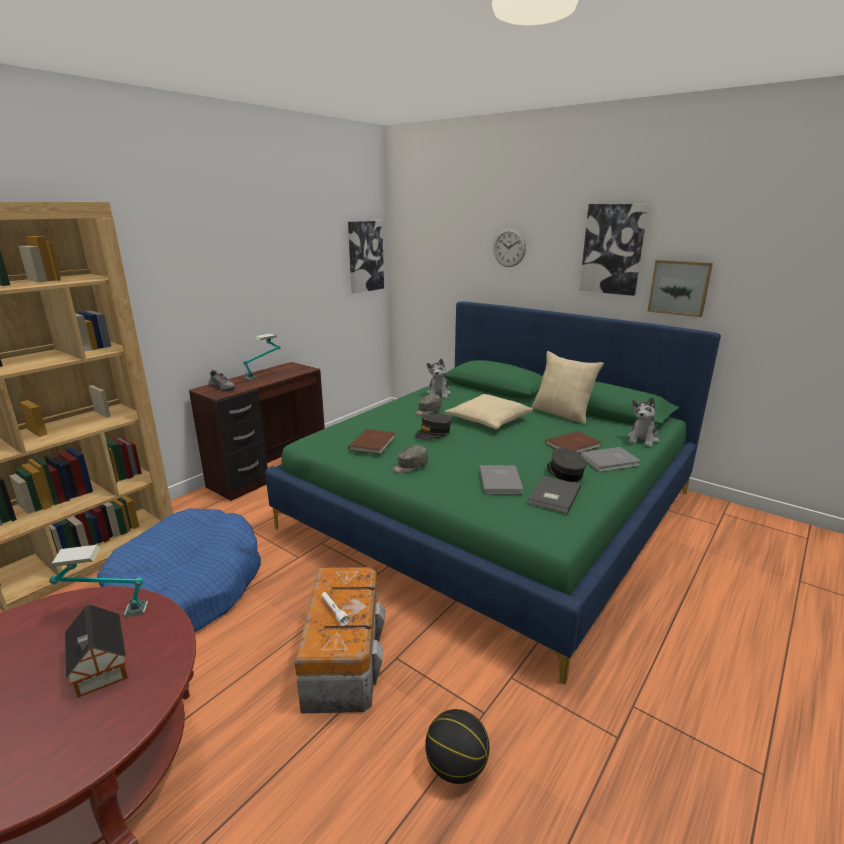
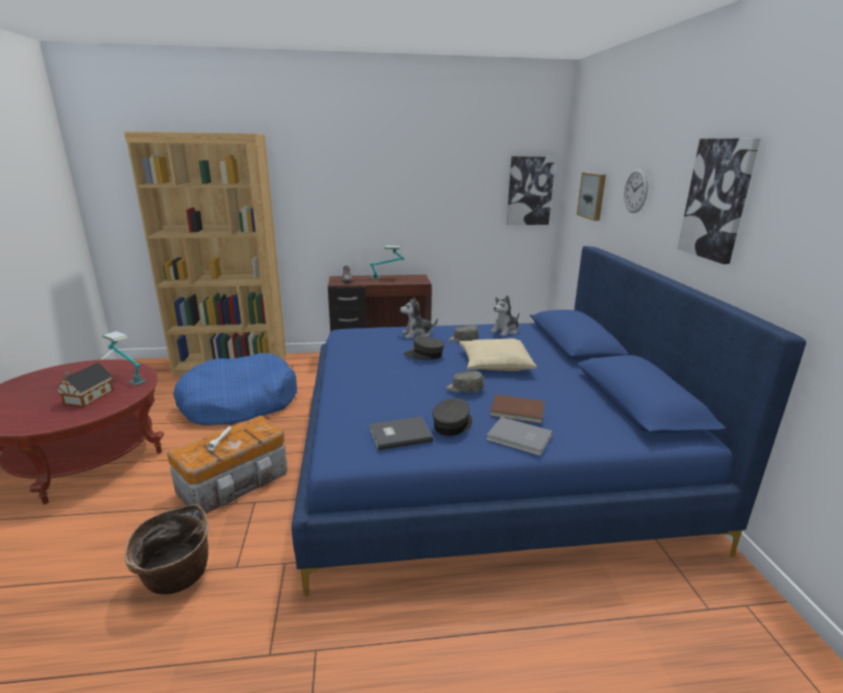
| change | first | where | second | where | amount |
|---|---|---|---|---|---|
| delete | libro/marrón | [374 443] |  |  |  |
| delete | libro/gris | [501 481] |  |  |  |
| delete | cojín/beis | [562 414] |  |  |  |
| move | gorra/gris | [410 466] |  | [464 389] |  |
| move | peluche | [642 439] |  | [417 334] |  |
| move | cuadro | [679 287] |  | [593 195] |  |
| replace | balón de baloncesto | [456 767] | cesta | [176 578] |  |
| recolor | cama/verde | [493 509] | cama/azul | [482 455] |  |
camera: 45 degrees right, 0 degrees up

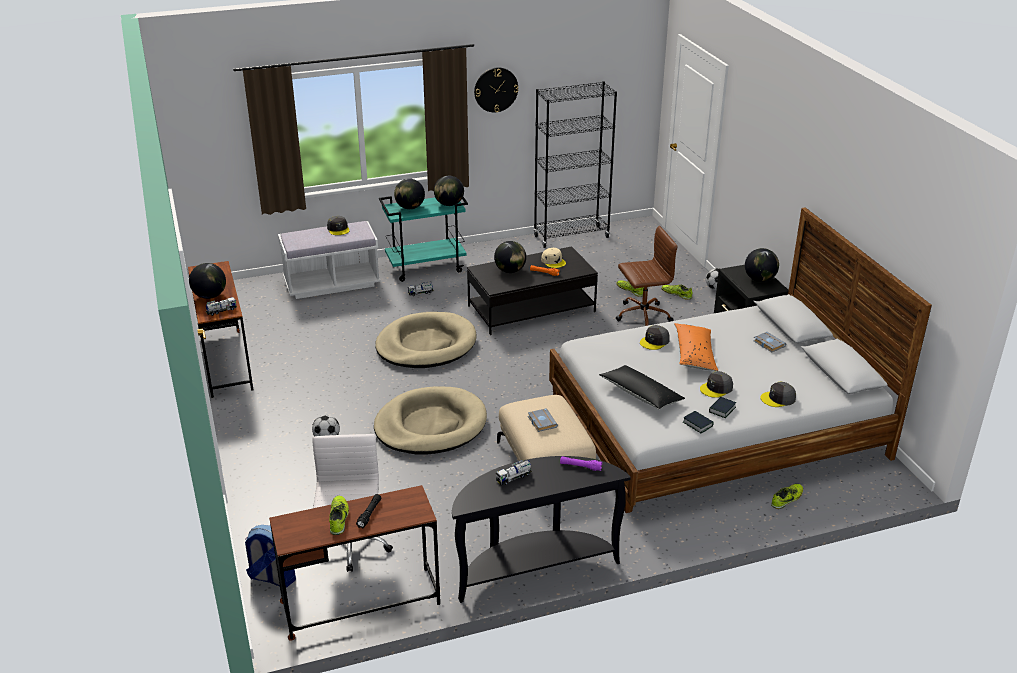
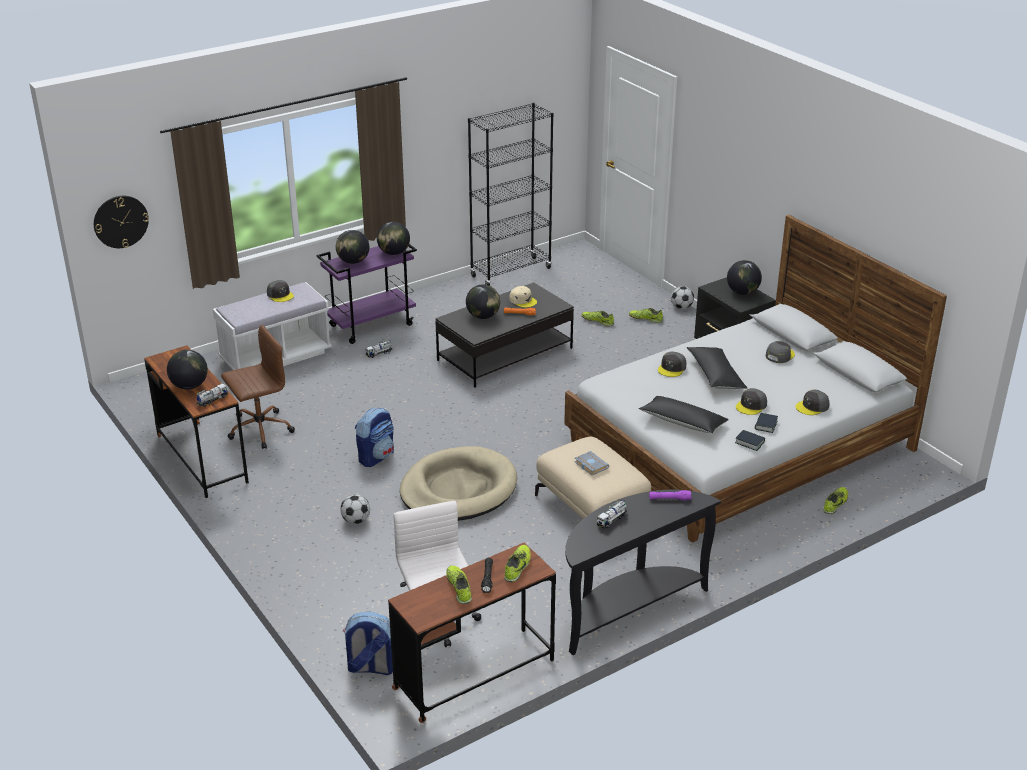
| change | first | where | second | where | amount |
|---|---|---|---|---|---|
| delete | cama para perro/beis | [426 345] |  |  |  |
| insert |  |  | mochila | [376 457] |  |
| insert |  |  | zapato | [518 567] |  |
| move | reloj de pared | [496 89] |  | [120 221] |  |
| move | silla de oficina/marrón | [642 316] |  | [259 429] |  |
| replace | libro/gris | [768 344] | gorra/gris | [779 355] |  |
| recolor | carrito/turquesa | [426 267] | carrito/morado | [371 325] |  |
| recolor | cojín/naranja | [694 354] | cojín/negro | [715 375] |  |
camera: 15 degrees left, 0 degrees up

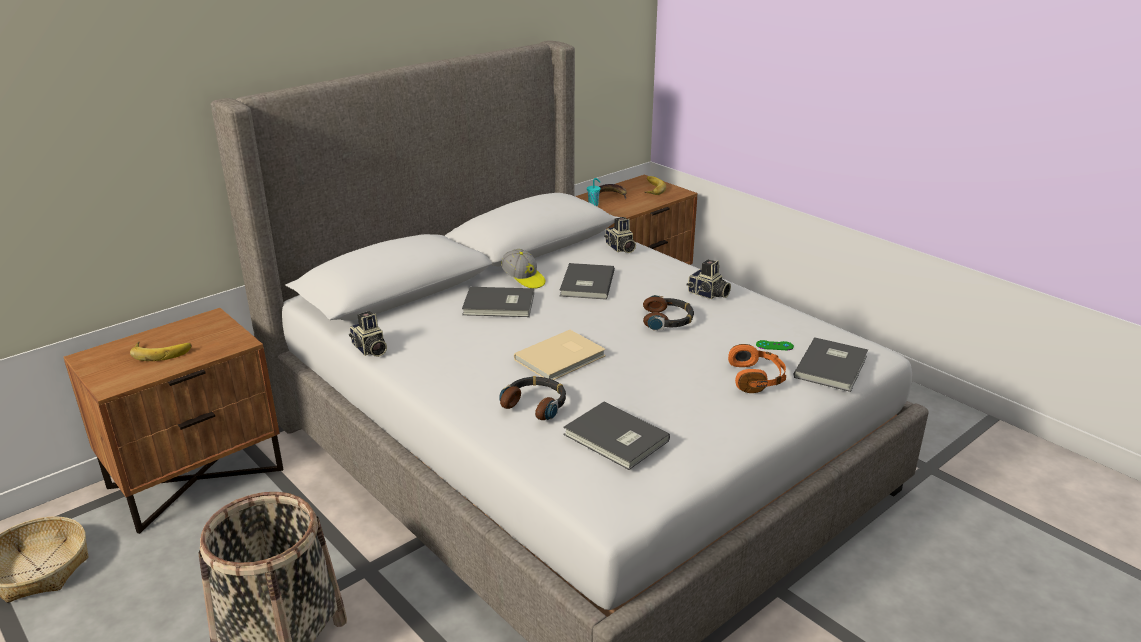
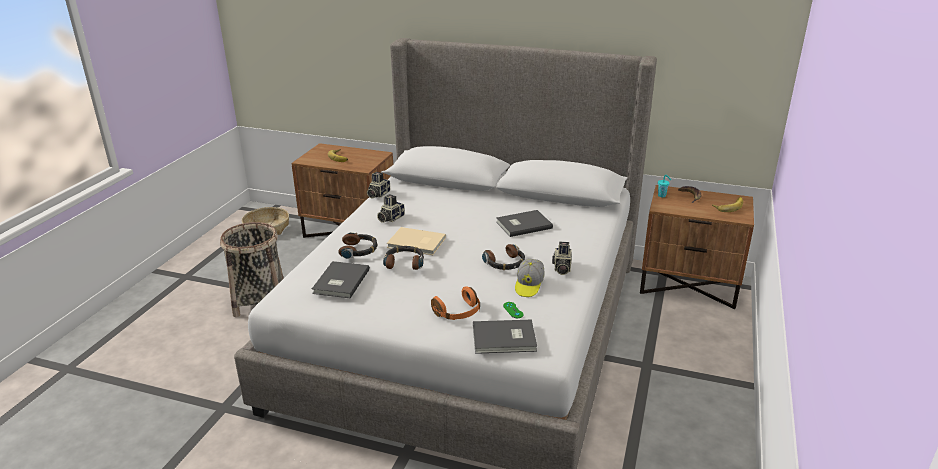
| change | first | where | second | where | amount |
|---|---|---|---|---|---|
| delete | libro/gris | [499 305] |  |  |  |
| insert |  |  | auriculares | [404 262] |  |
| move | gorra | [523 279] |  | [529 285] |  |
| move | cámara | [620 248] |  | [390 218] |  |
camera: 60 degrees right, 0 degrees up

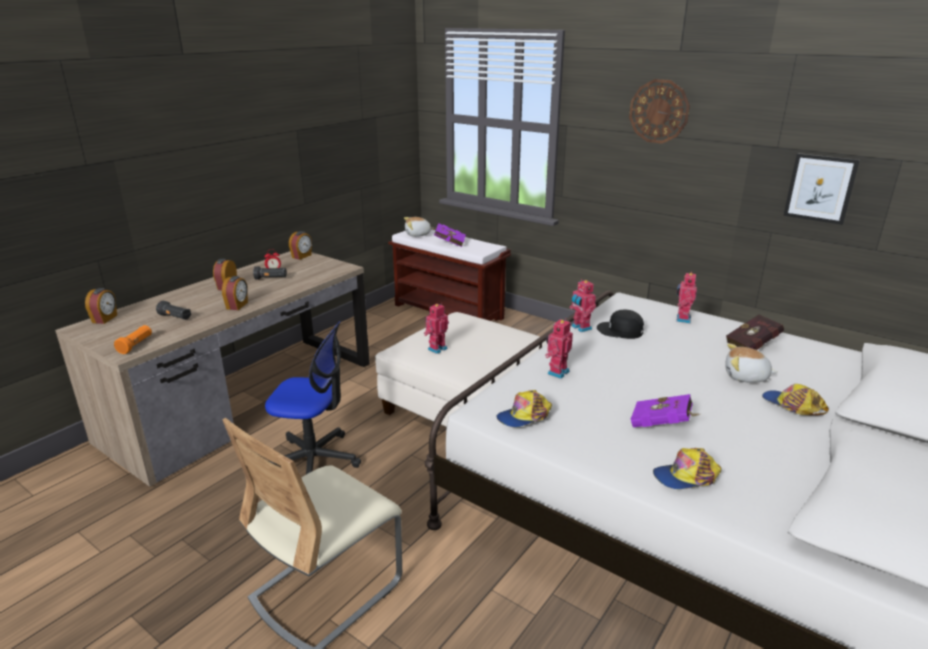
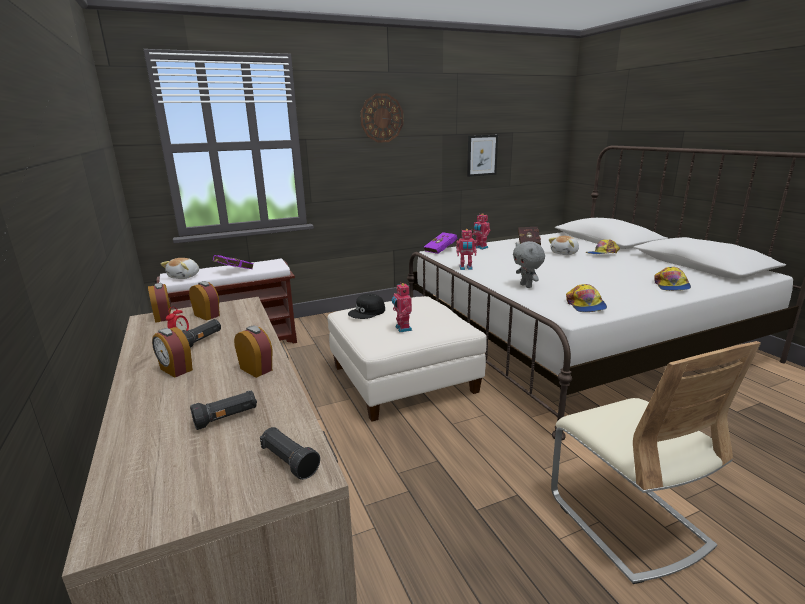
| change | first | where | second | where | amount |
|---|---|---|---|---|---|
| delete | silla de oficina | [314 461] |  |  |  |
| move | despertador | [105 319] |  | [207 315] |  |
| move | gorra/negro | [620 330] |  | [367 312] |  |
| move | libro/morado | [662 425] |  | [442 250] |  |
| replace | robot de juguete | [557 372] | peluche/gris | [526 286] |  |
| recolor | linterna/naranja | [136 345] | linterna/negro | [289 462] |  |
camera: 60 degrees left, 5 degrees down

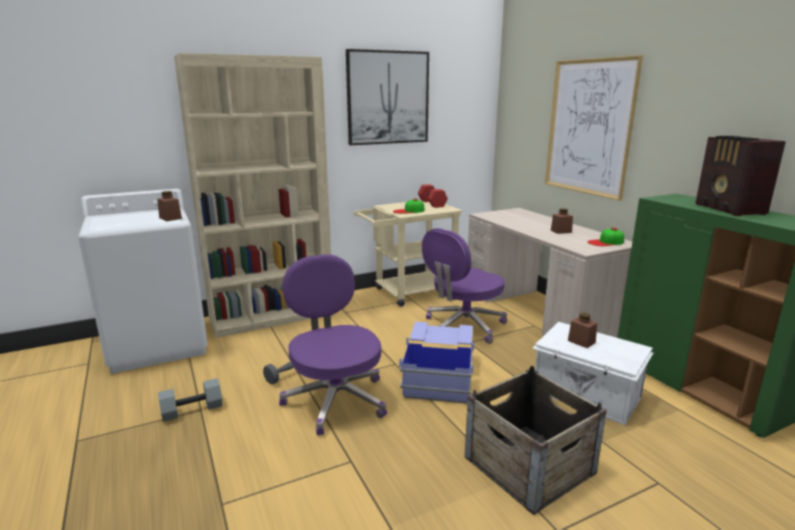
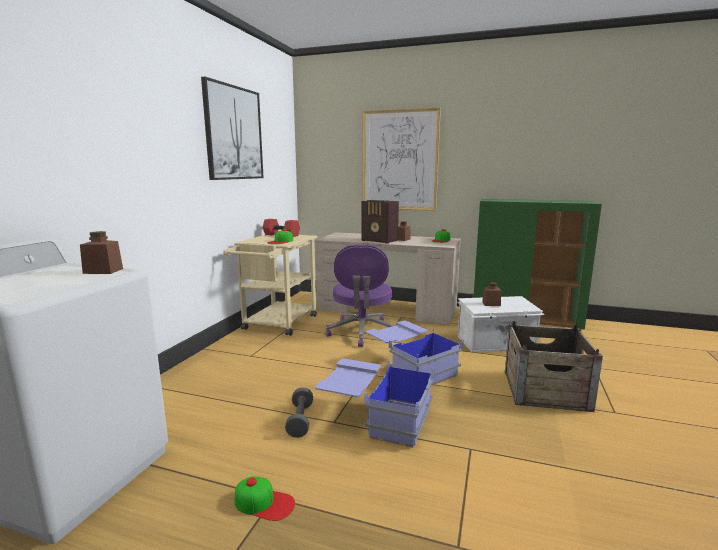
| change | first | where | second | where | amount |
|---|---|---|---|---|---|
| delete | estantería/beis | [272 316] |  |  |  |
| move | radio | [729 209] |  | [379 241] |  |
| replace | mancuerna/gris | [193 409] | gorra | [264 503] |  |
| replace | silla de oficina/morado | [335 399] | caja de almacenaje/azul | [375 417] |  |
camera: 45 degrees left, 5 degrees down

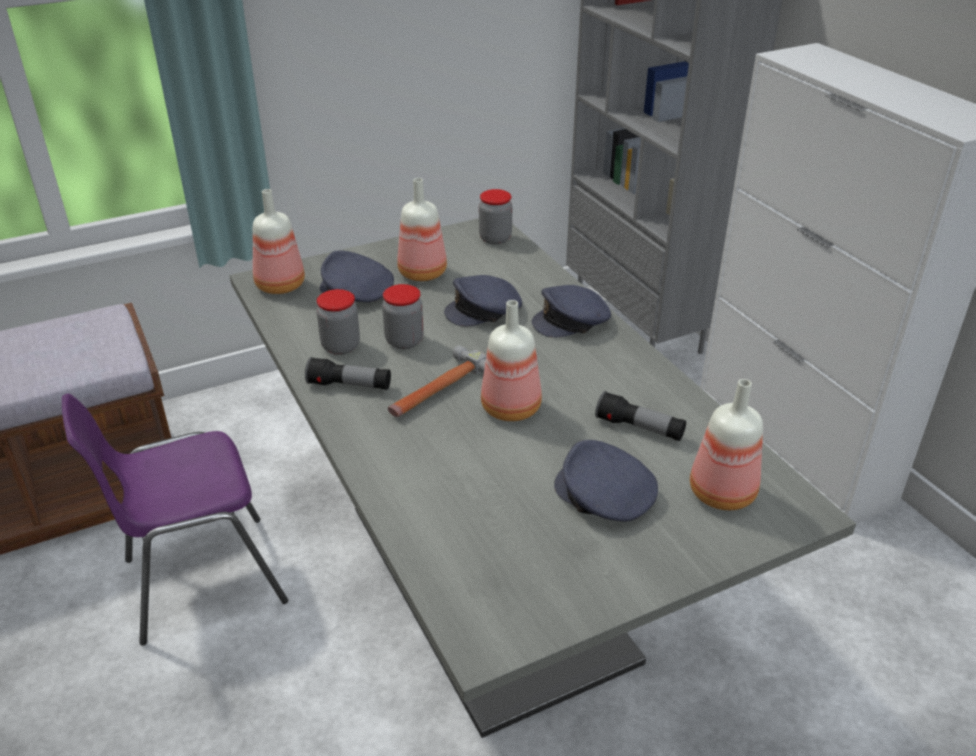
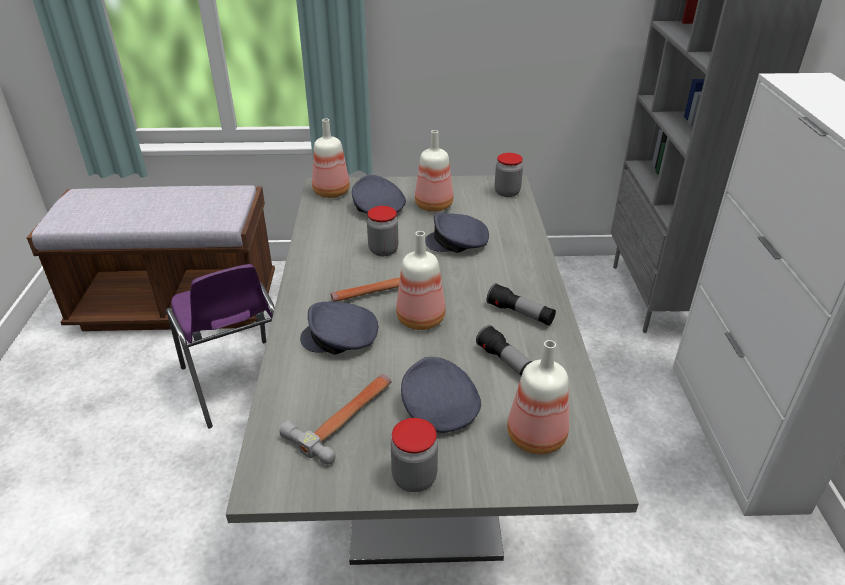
| change | first | where | second | where | amount |
|---|---|---|---|---|---|
| insert |  |  | martillo | [346 417] |  |
| move | linterna | [349 385] |  | [520 314] |  |
| move | tarro | [341 346] |  | [414 478] |  |
| move | gorra/gris | [572 321] |  | [341 339] |  |
| rotate | silla/morado | [199 580] |  | [238 384] | 120 degrees counterclockwise |
camera: 25 degrees right, 0 degrees up

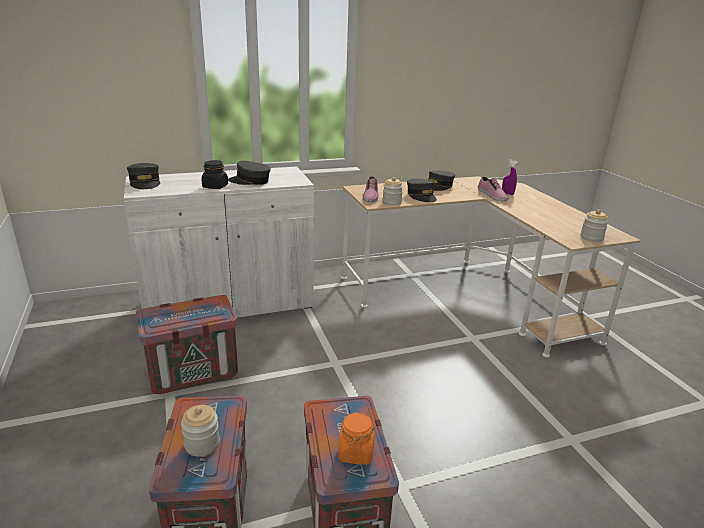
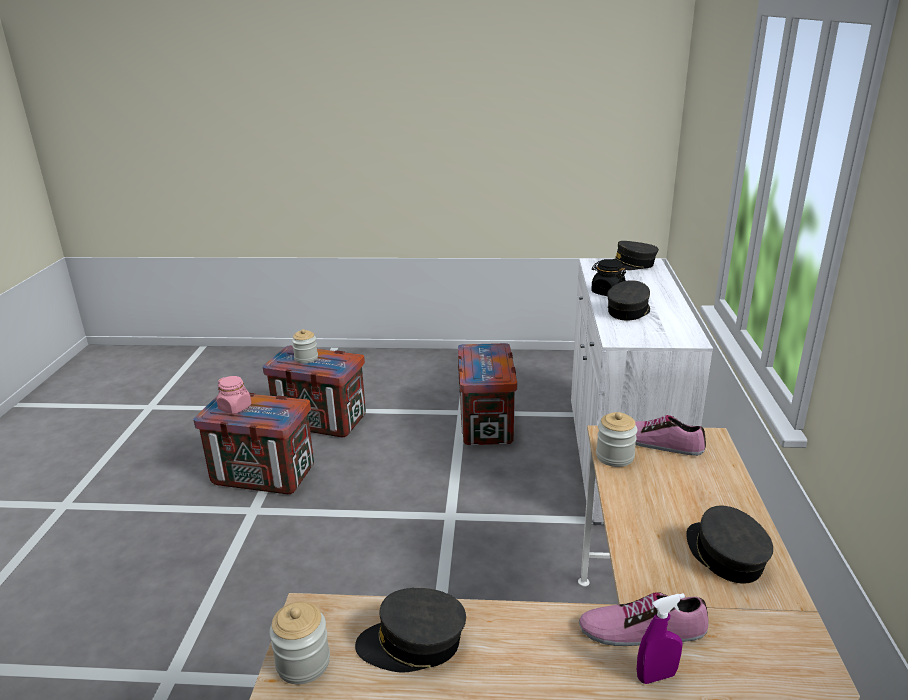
| change | first | where | second | where | amount |
|---|---|---|---|---|---|
| move | gorra/gris | [421 196] |  | [413 644] |  |
| recolor | tarro/naranja | [355 452] | tarro/rosa | [235 408] |  |
camera: 115 degrees right, 0 degrees up

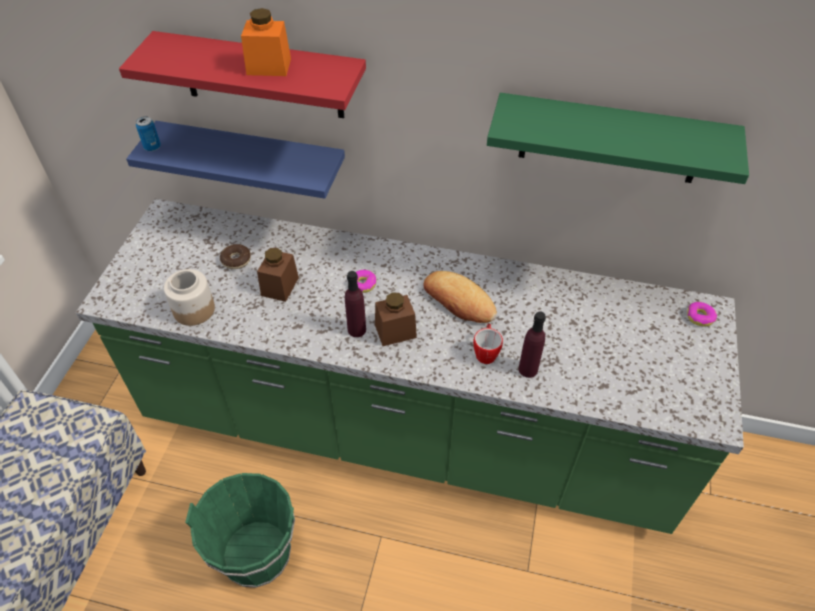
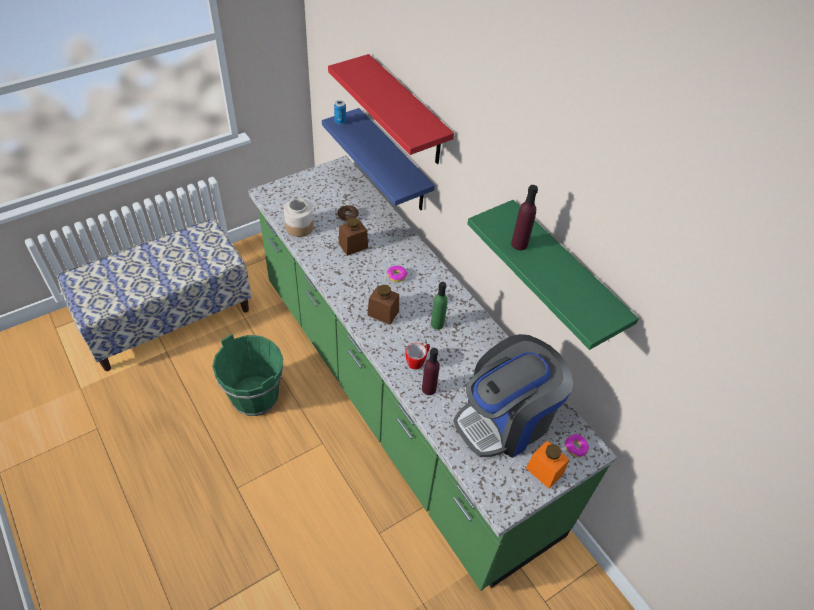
| change | first | where | second | where | amount |
|---|---|---|---|---|---|
| insert |  |  | cafetera | [505 419] |  |
| move | tarro/naranja | [269 66] |  | [544 471] |  |
| move | botella/morado | [356 330] |  | [519 244] |  |
| replace | pan | [458 301] | botella/verde | [437 324] |  |
camera: 40 degrees right, 0 degrees up

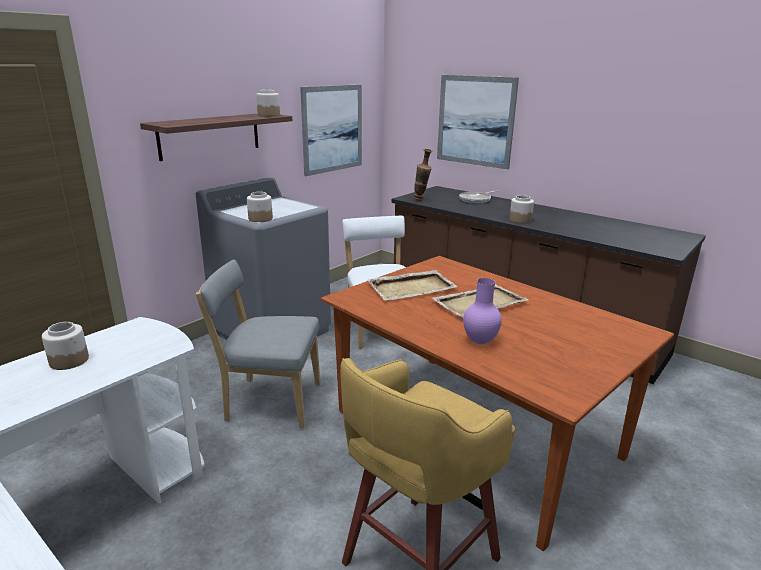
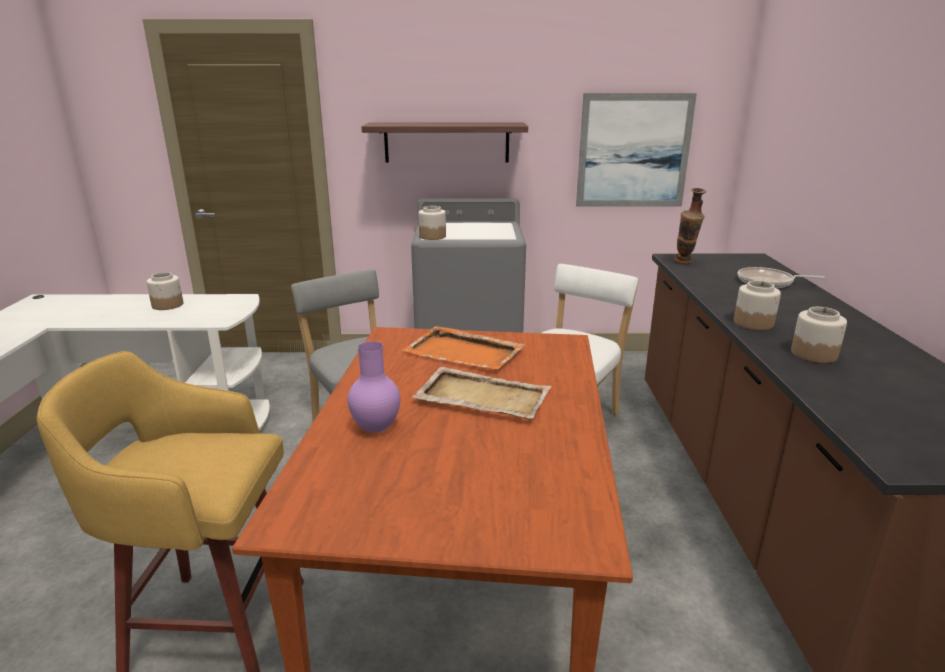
| change | first | where | second | where | amount |
|---|---|---|---|---|---|
| delete | cuadro | [475 121] |  |  |  |
| move | tarro | [268 115] |  | [813 354] |  |
| recolor | bandeja/beis | [412 287] | bandeja/naranja | [465 352] |  |
camera: 50 degrees right, 0 degrees up

